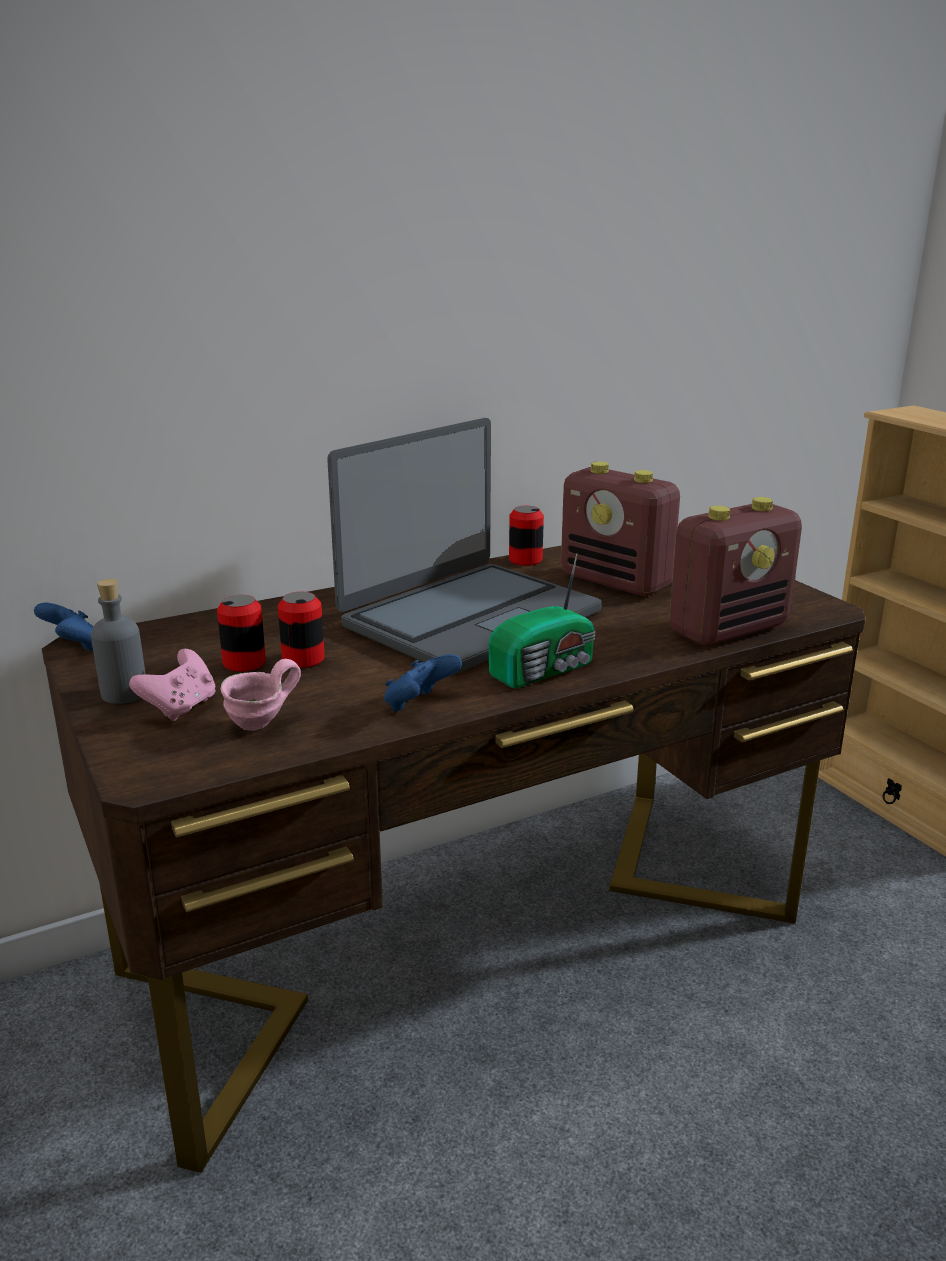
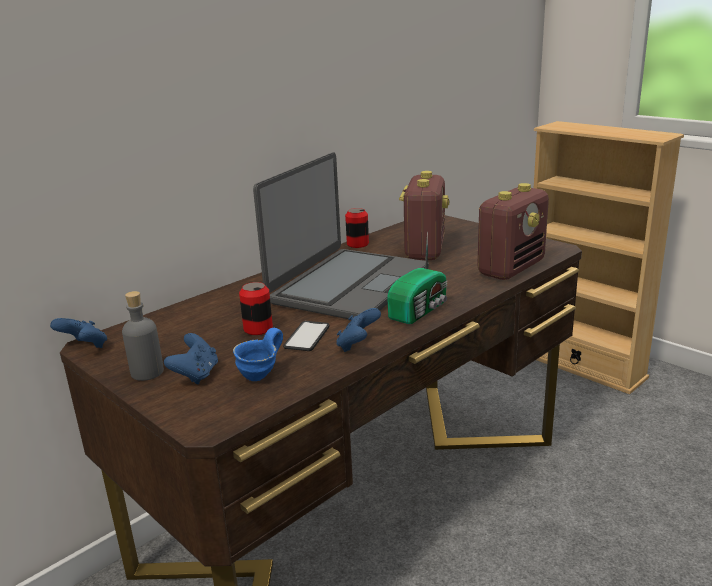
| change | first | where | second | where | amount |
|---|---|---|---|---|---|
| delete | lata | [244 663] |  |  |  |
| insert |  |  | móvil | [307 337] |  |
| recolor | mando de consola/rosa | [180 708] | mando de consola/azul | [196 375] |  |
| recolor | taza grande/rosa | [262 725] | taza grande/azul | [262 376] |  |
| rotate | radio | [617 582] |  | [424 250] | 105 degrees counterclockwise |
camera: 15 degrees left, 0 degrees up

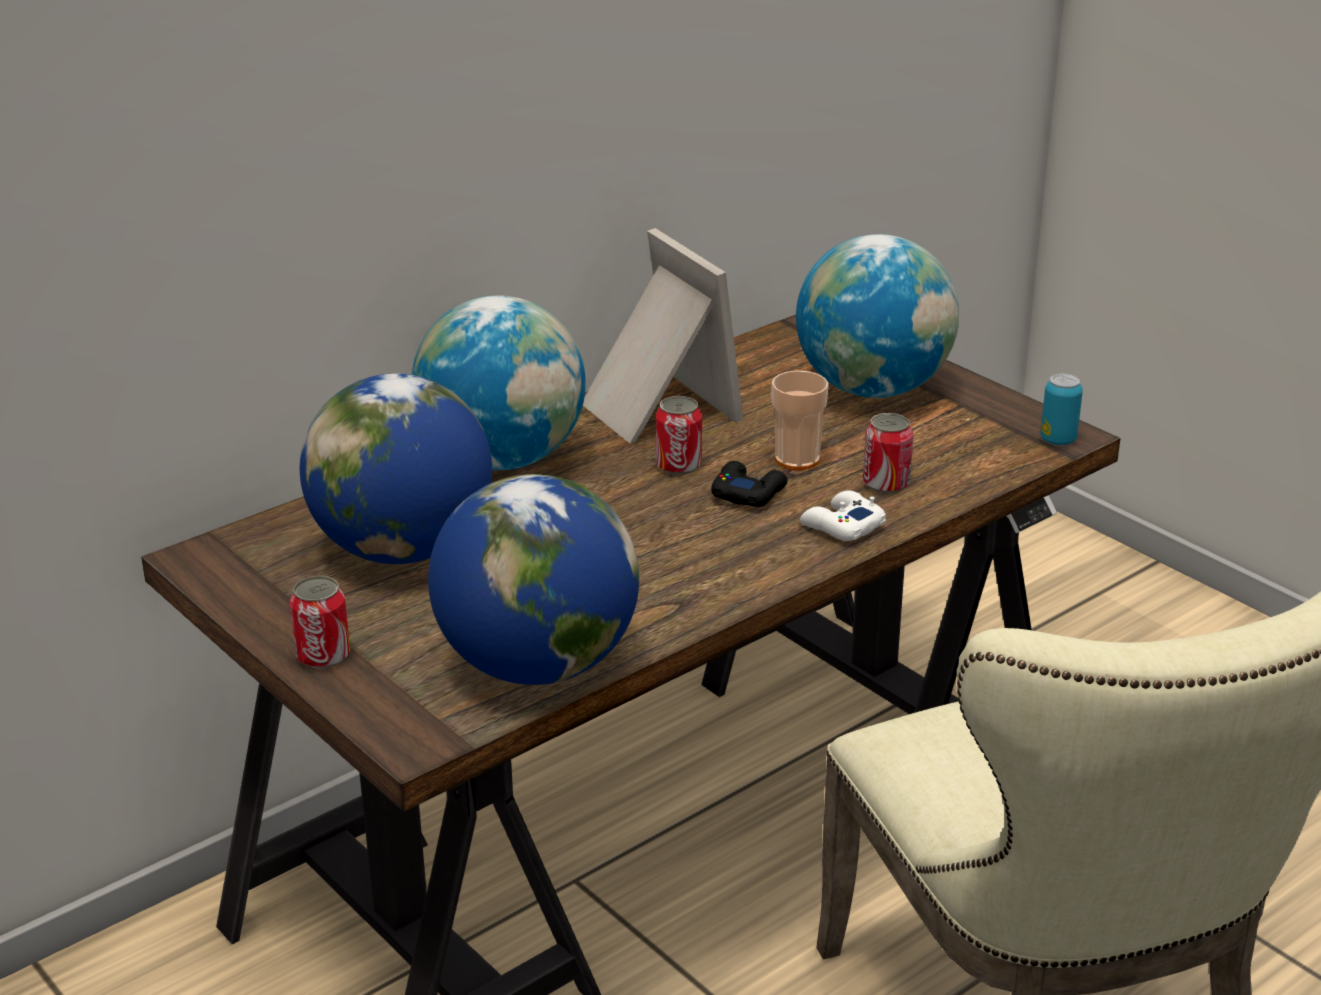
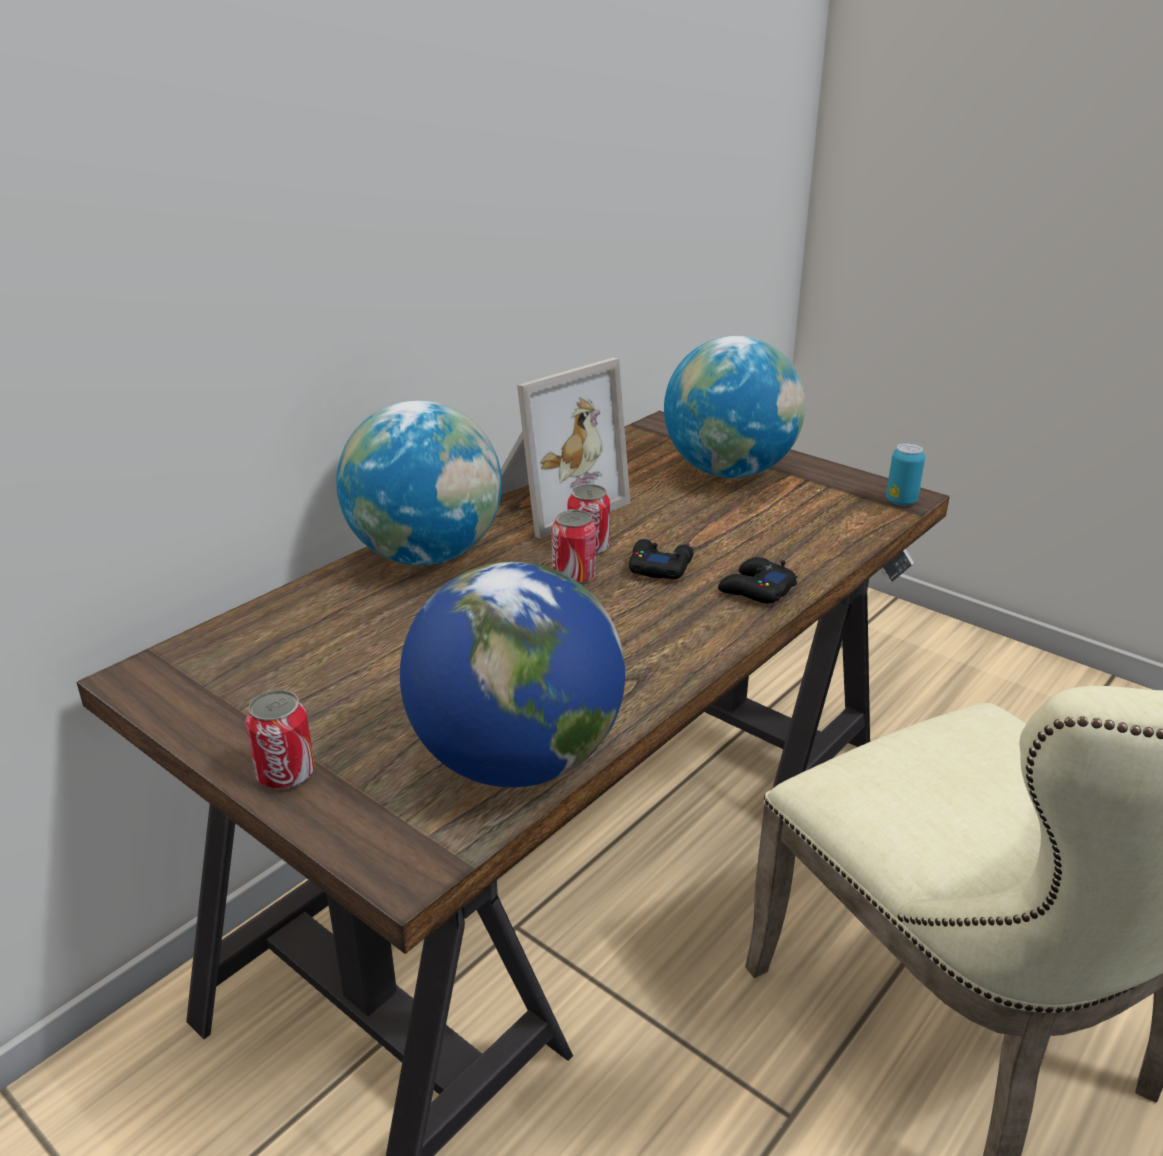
| change | first | where | second | where | amount |
|---|---|---|---|---|---|
| delete | globo terráqueo | [403 549] |  |  |  |
| delete | taza | [797 459] |  |  |  |
| move | lata | [886 484] |  | [573 576] |  |
| recolor | mando de consola/blanco | [842 526] | mando de consola/negro | [756 590] |  |
| rotate | portarretratos | [654 409] |  | [550 501] | 90 degrees clockwise |
camera: 10 degrees left, 0 degrees up

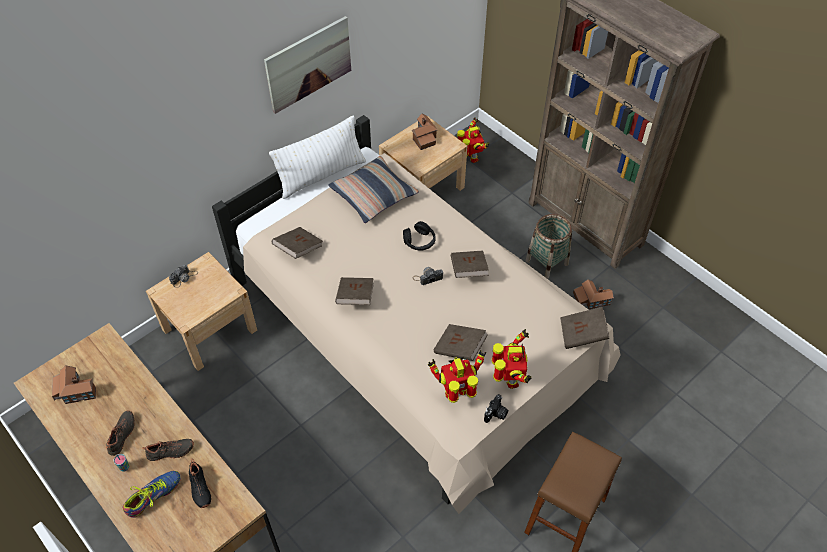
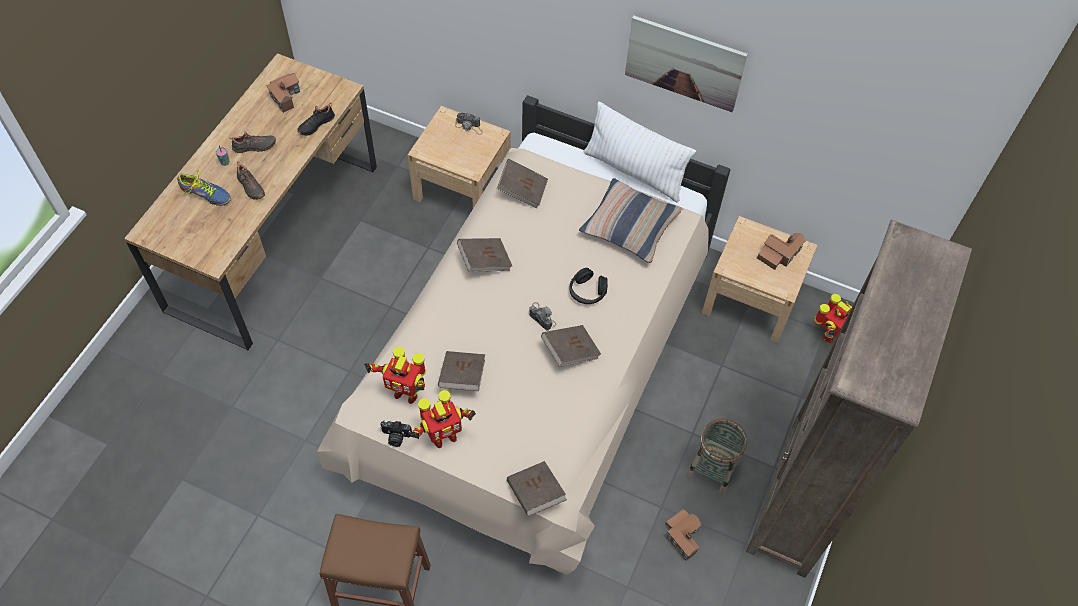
| change | first | where | second | where | amount |
|---|---|---|---|---|---|
| move | zapato/negro | [199 488] |  | [315 124] |  |
| rotate | robot de juguete | [457 394] |  | [405 393] | 150 degrees clockwise |
camera: 65 degrees right, 5 degrees up

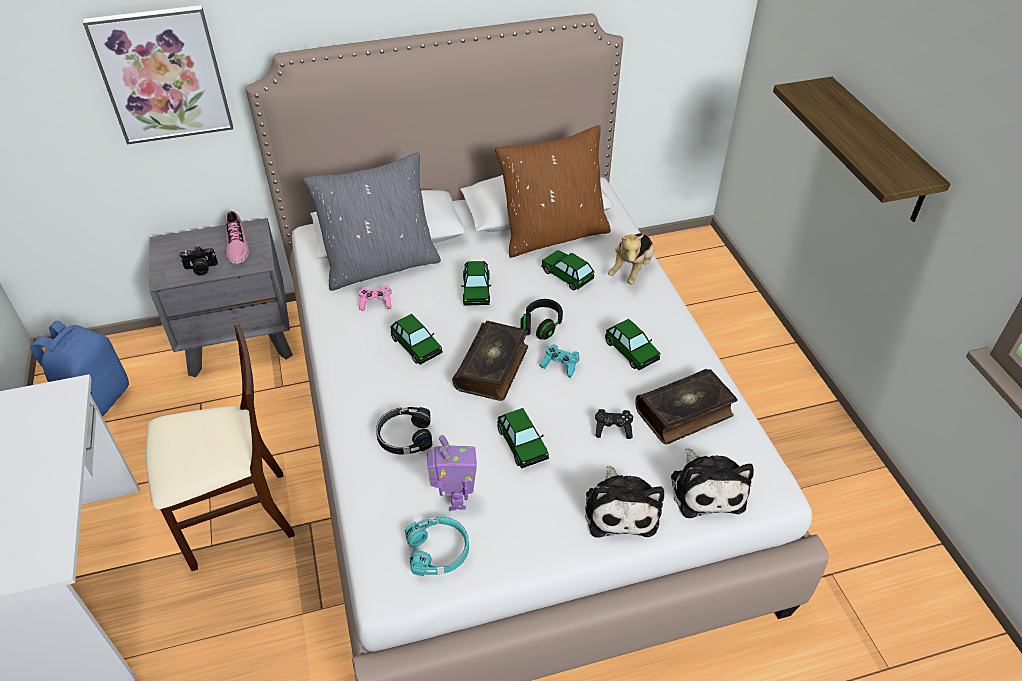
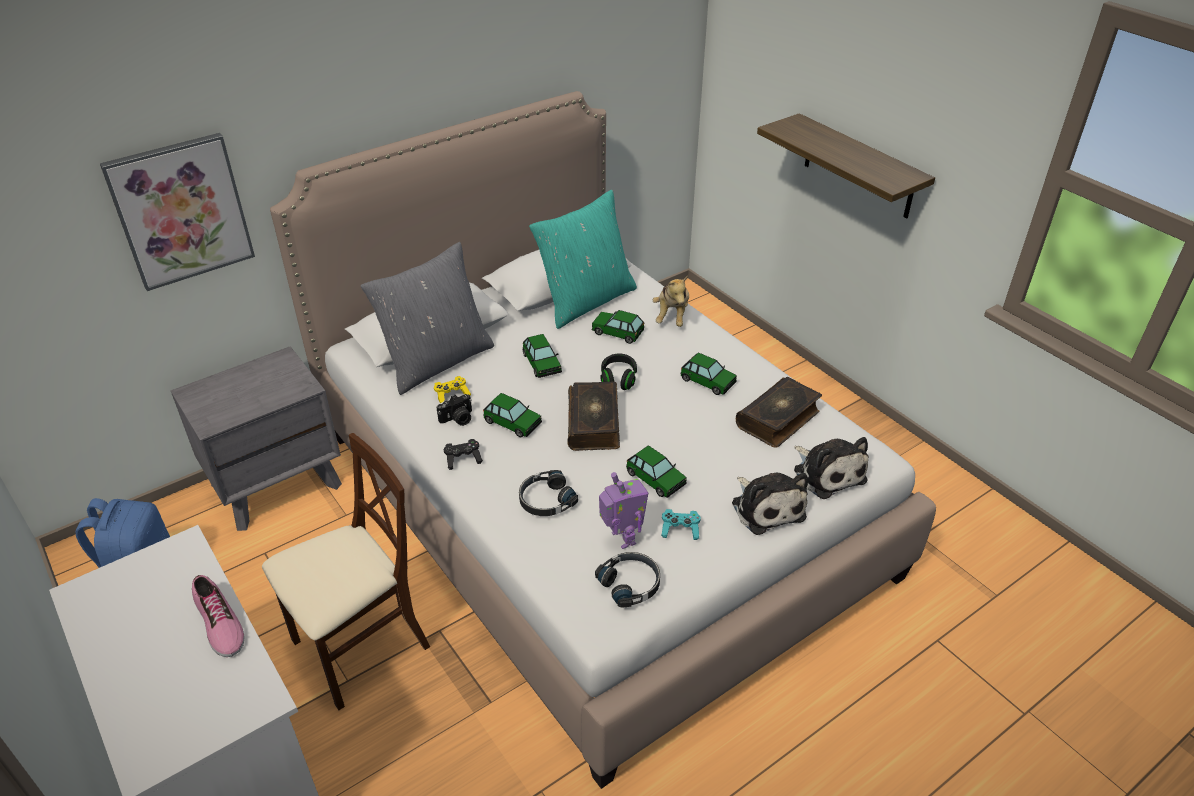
| change | first | where | second | where | amount |
|---|---|---|---|---|---|
| move | cámara | [201 269] |  | [458 419] |  |
| move | zapato | [236 245] |  | [218 624] |  |
| move | mando de consola/turquesa | [560 365] |  | [680 530] |  |
| move | mando de consola/negro | [613 429] |  | [463 459] |  |
| recolor | mando de consola/rosa | [376 303] | mando de consola/amarillo | [452 395] |  |
| recolor | auriculares/turquesa | [439 550] | auriculares/negro | [630 583] |  |
| recolor | cojín/marrón | [553 234] | cojín/turquesa | [586 301] |  |
camera: 20 degrees left, 5 degrees down

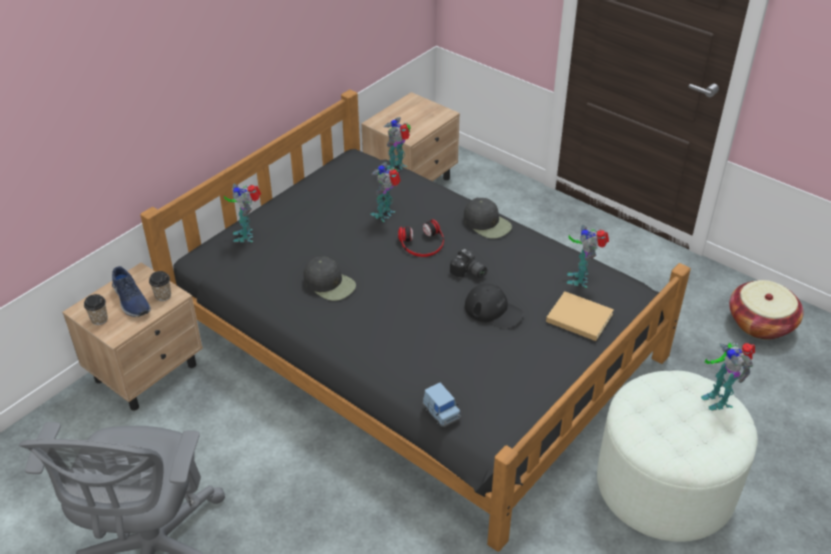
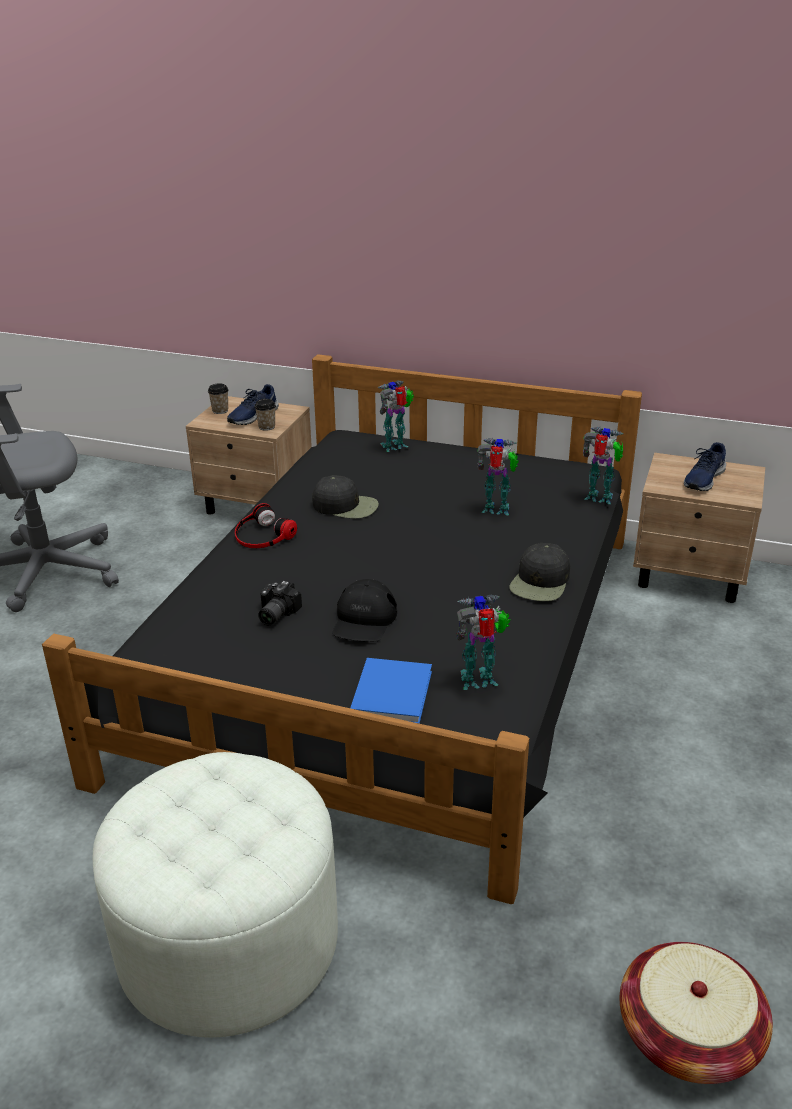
| change | first | where | second | where | amount |
|---|---|---|---|---|---|
| delete | coche de juguete/azul | [441 413] |  |  |  |
| delete | robot de juguete | [718 398] |  |  |  |
| insert |  |  | zapato/azul | [703 479] |  |
| move | auriculares | [422 244] |  | [262 535] |  |
| move | cámara | [468 273] |  | [274 614] |  |
| recolor | libro/beis | [577 317] | libro/azul | [392 691] |  |
| rotate | gorra/negro | [330 284] |  | [346 506] | 90 degrees counterclockwise |
camera: 70 degrees right, 10 degrees down

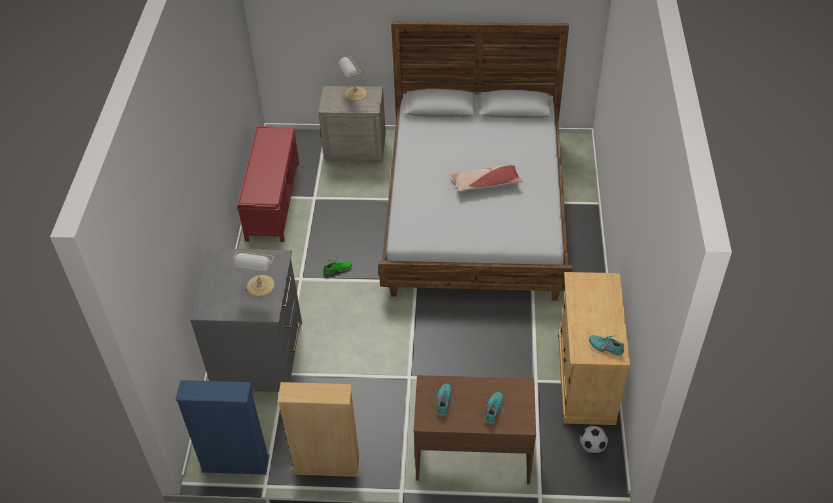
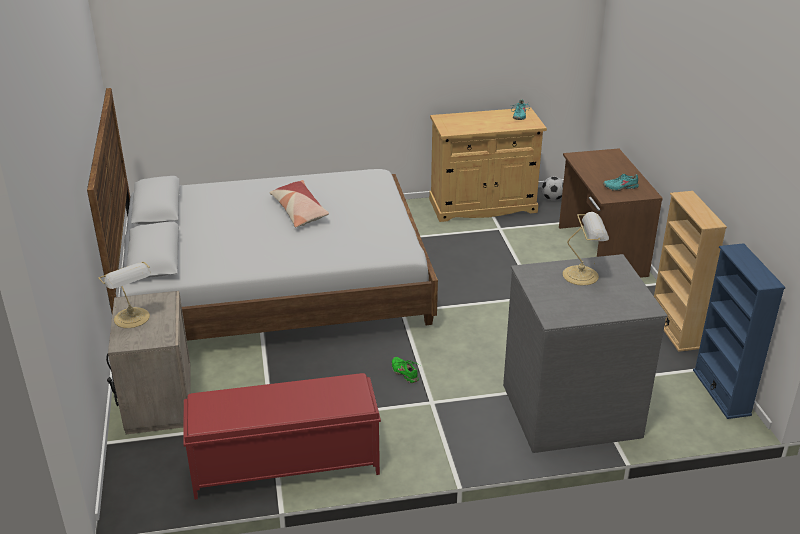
| change | first | where | second | where | amount |
|---|---|---|---|---|---|
| delete | zapato/turquesa | [494 410] |  |  |  |
camera: 105 degrees left, 15 degrees down

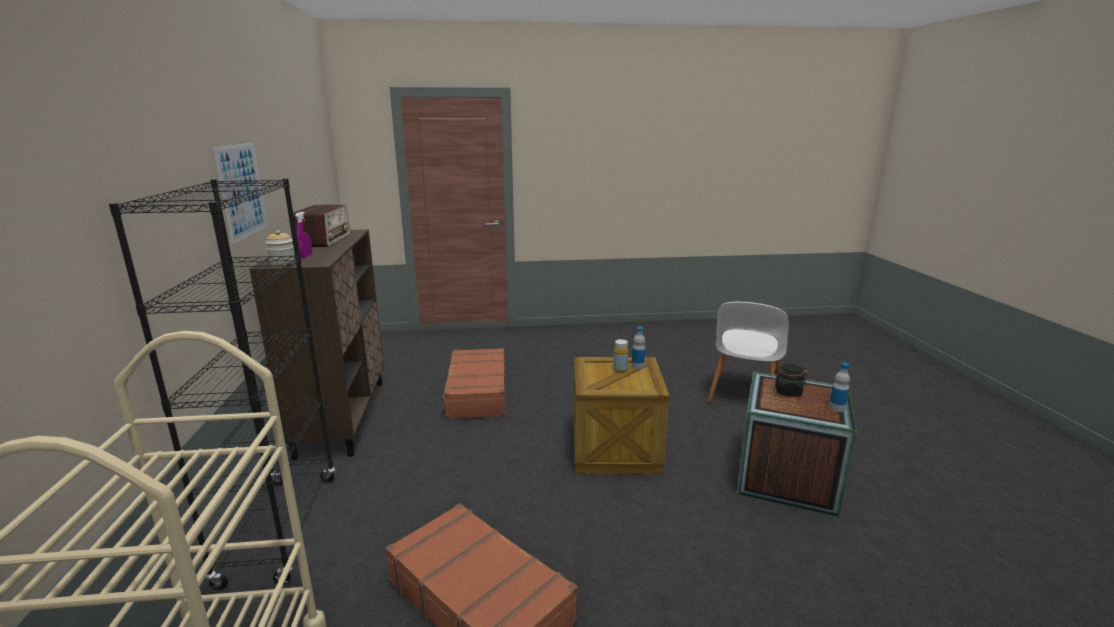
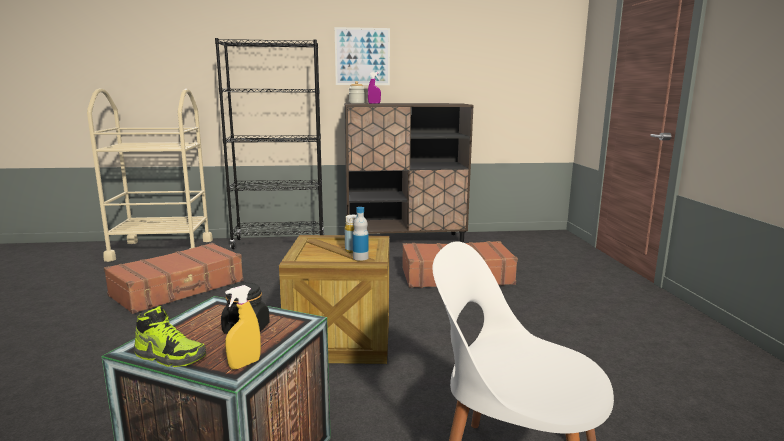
| change | first | where | second | where | amount |
|---|---|---|---|---|---|
| delete | radio | [324 240] |  |  |  |
| insert |  |  | pulverizador/amarillo | [244 364] |  |
| replace | botella | [836 408] | zapato | [170 356] |  |
camera: 90 degrees right, 5 degrees down

